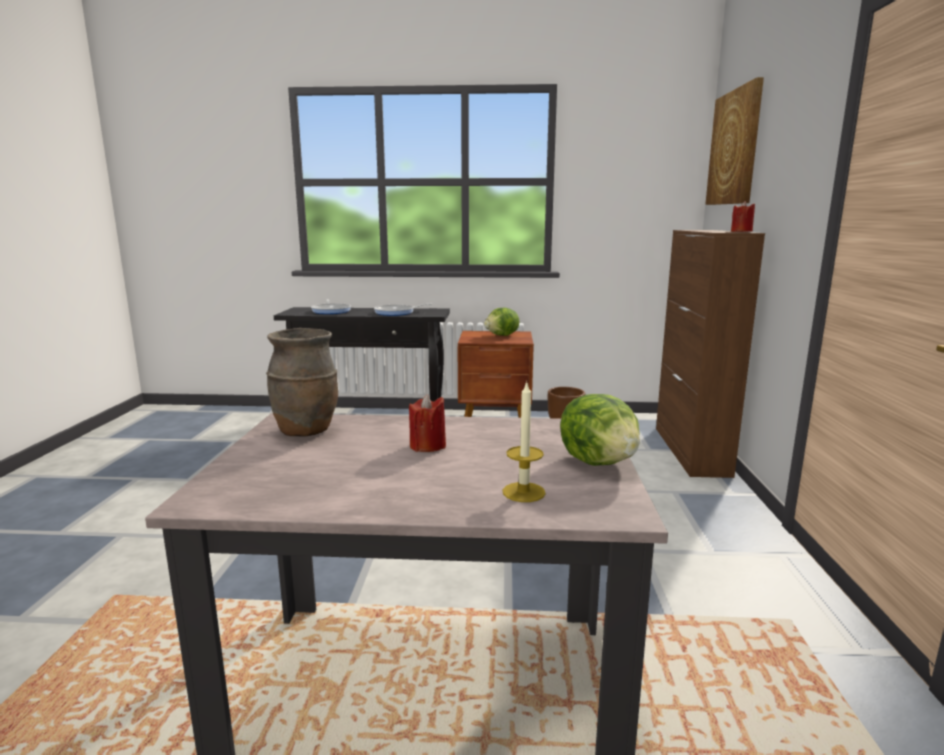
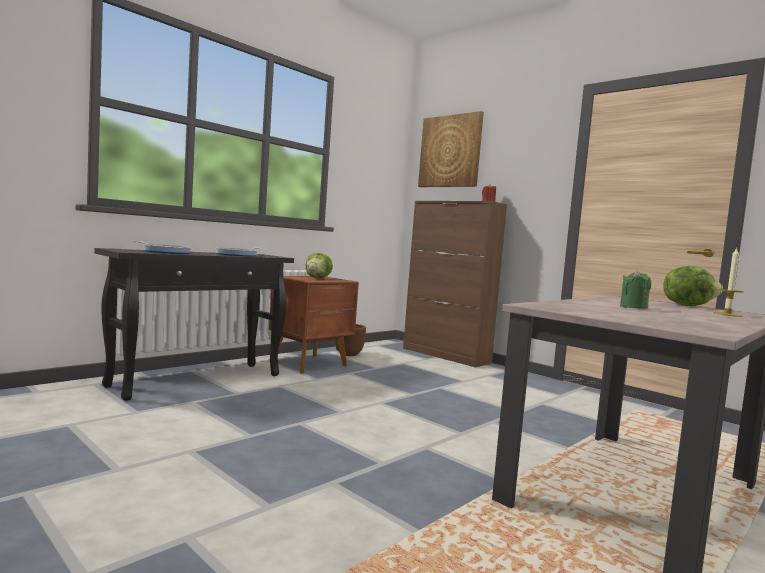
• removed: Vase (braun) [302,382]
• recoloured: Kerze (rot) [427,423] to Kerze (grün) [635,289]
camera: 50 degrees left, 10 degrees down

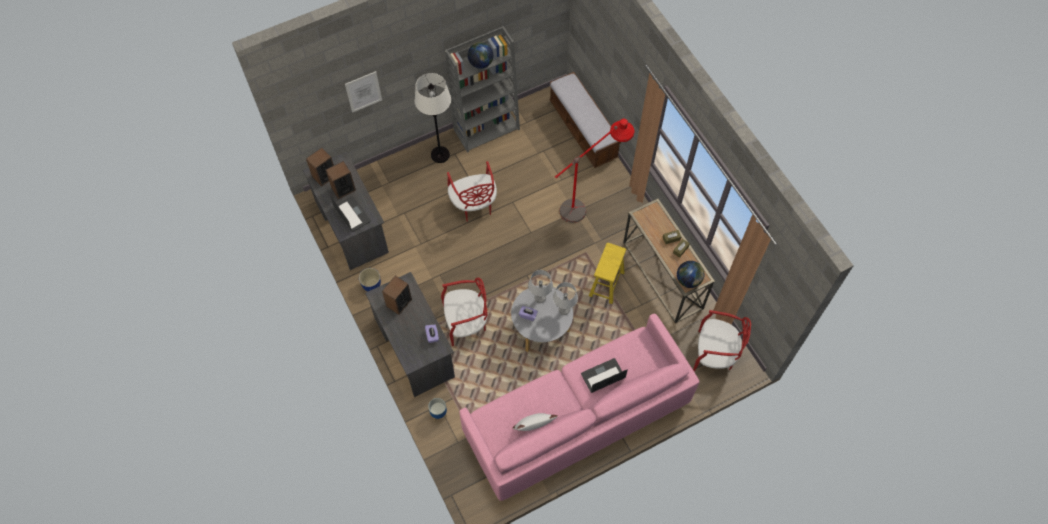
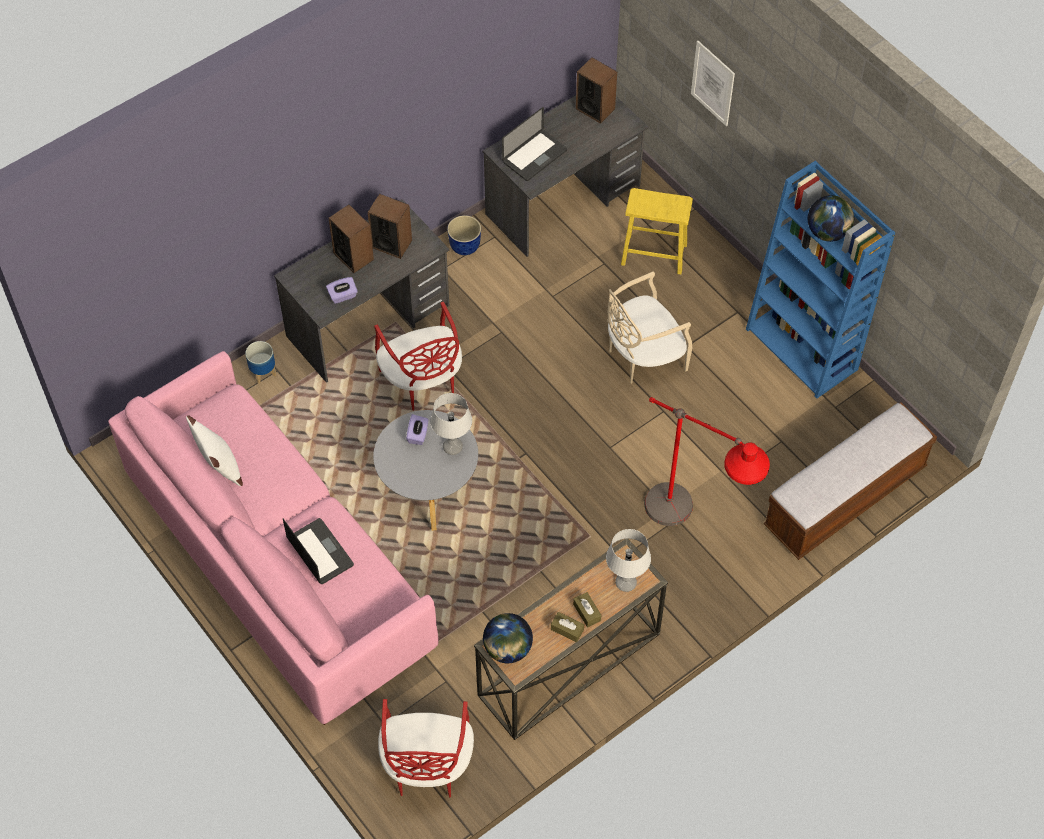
• moved: Lautsprecher [341,180] to [351,239]
• removed: Stehlampe (weiß) [433,118]
• recoloured: Bücherregal (grau) [482,89] to Bücherregal (blau) [820,279]
• recoloured: Stuhl (rot) [472,191] to Stuhl (beige) [650,327]
• moved: Tischlampe (grau) [565,298] to [628,560]
• moved: Hocker (gelb) [607,273] to [657,231]
camera: 80 degrees right, 5 degrees down

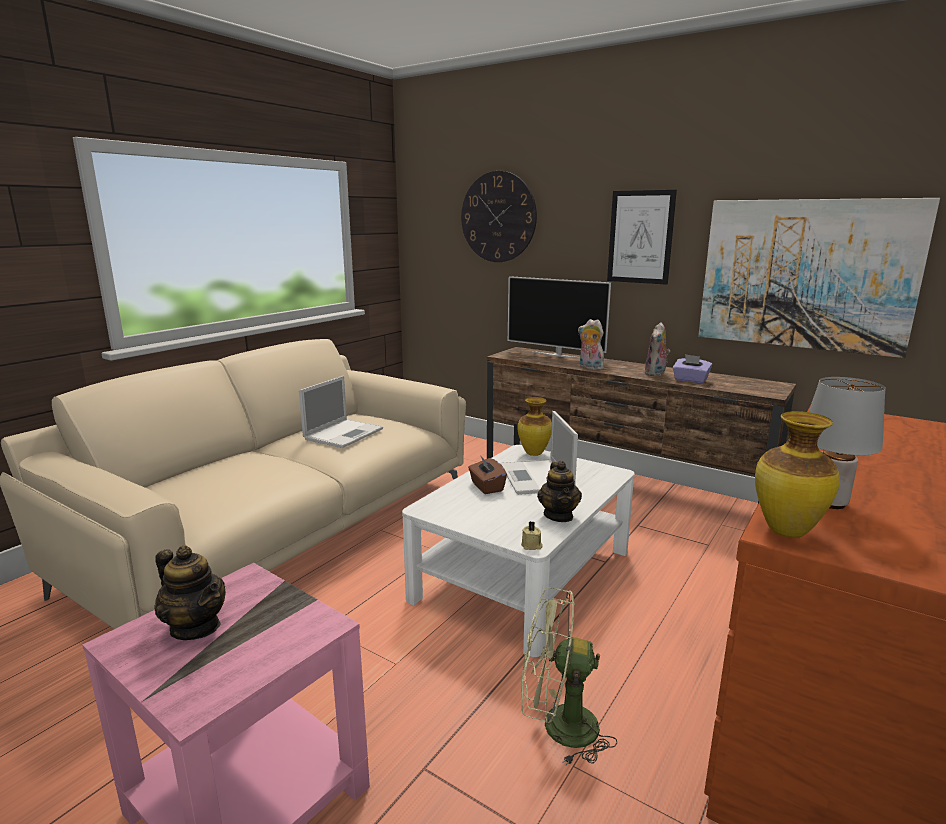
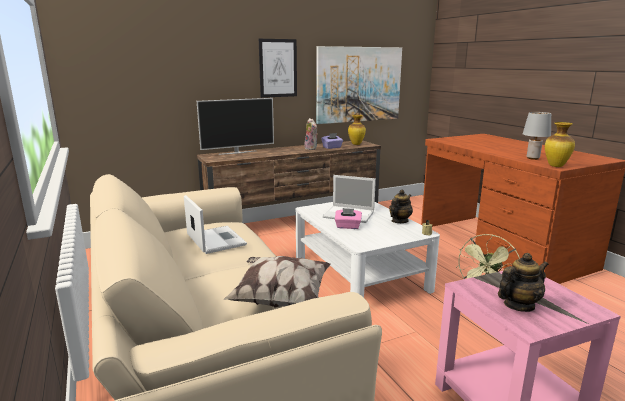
• removed: Wanduhr [499,216]
• recoloured: Taschentuchbox (braun) [487,475] to Taschentuchbox (rosa) [348,218]
• moved: Vase [535,426] to [357,130]
• turned: Teekanne [559,491] = [401,206] 75 degrees counterclockwise
• removed: Plüschtier [591,344]
• added: Kissen [277,282]
camera: 60 degrees left, 0 degrees up

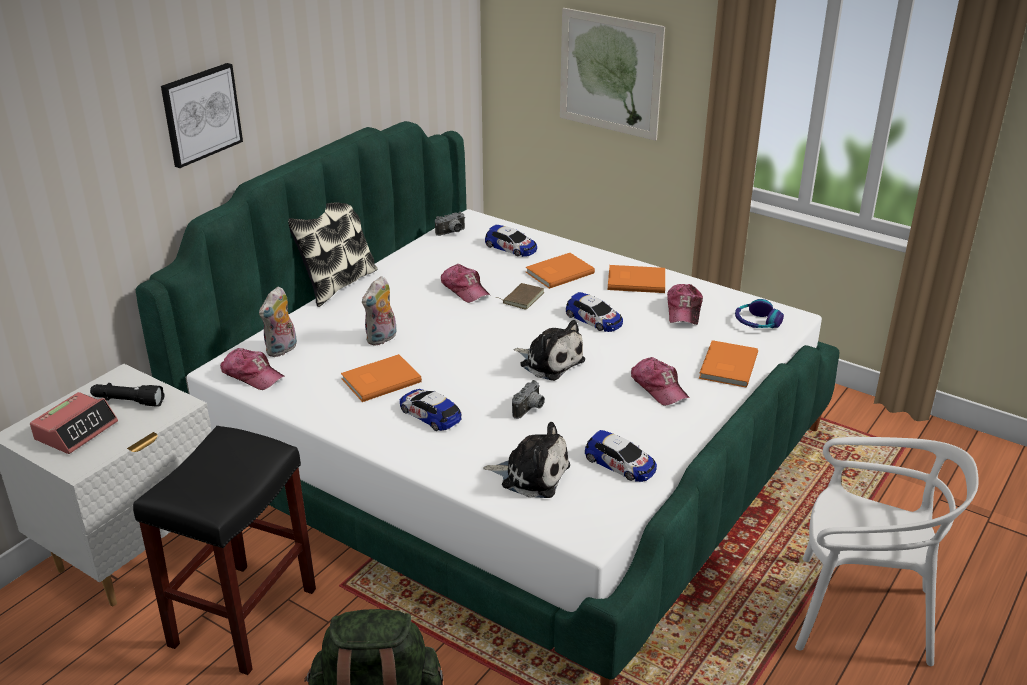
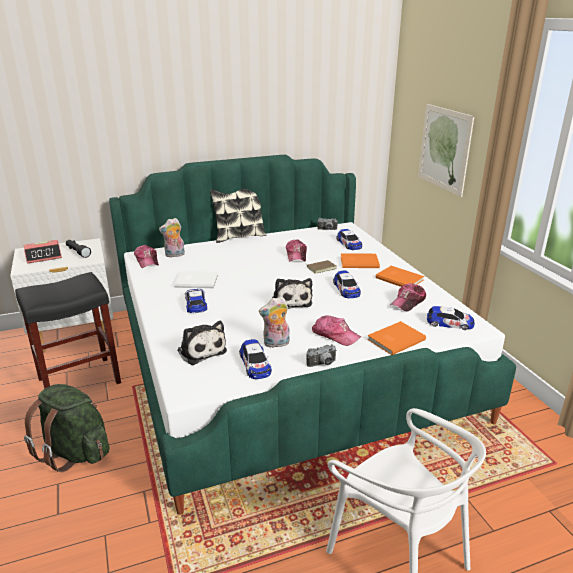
• removed: Bild [202,115]
• recoloured: Buch (orange) [381,378] to Buch (weiß) [196,280]
• moved: Plüschtier [379,311] to [274,322]
• moved: Kamera [528,399] to [321,355]
• turned: Kappe [660,381] = [336,330] 60 degrees counterclockwise
• replaced: Kopfhörer [759,313] to Spielzeugauto [451,318]
camera: 35 degrees right, 5 degrees down

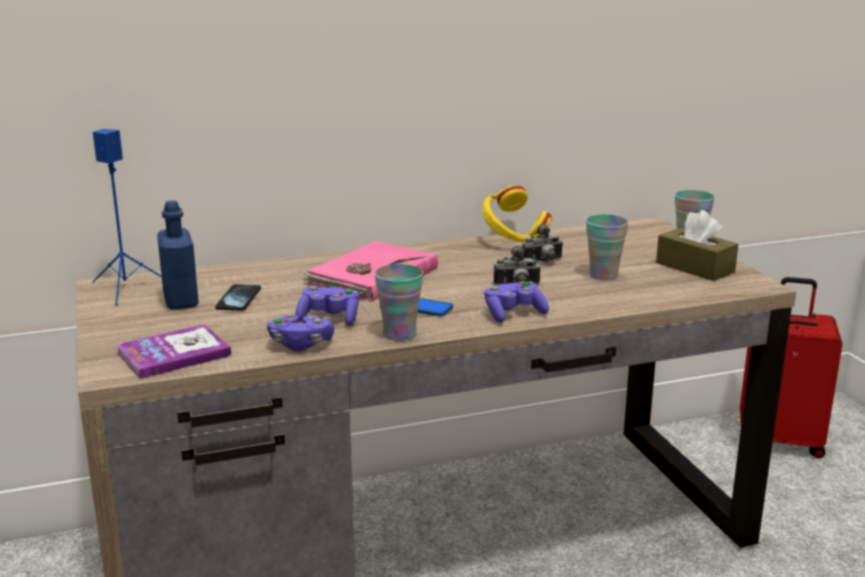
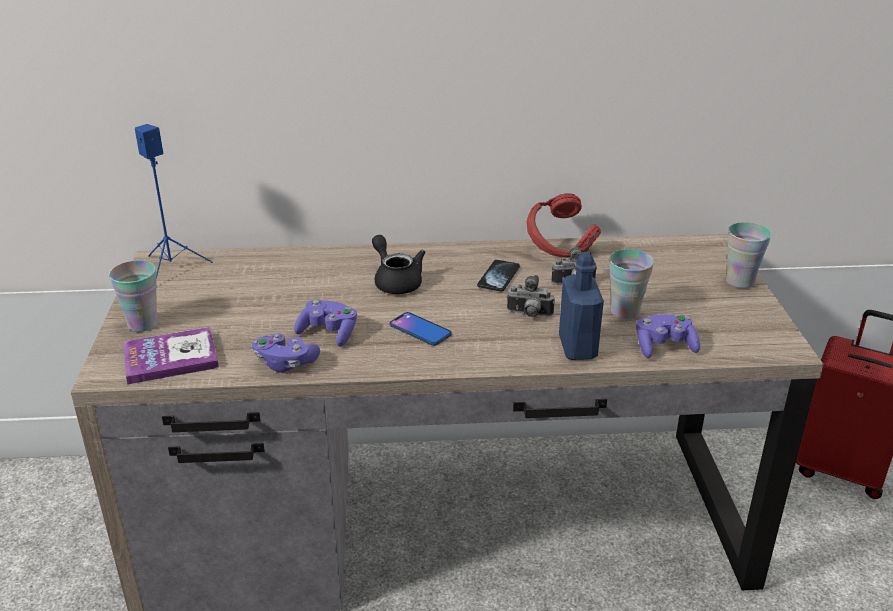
• moved: Flasche (blau) [178,254] to [581,306]
• moved: Handy [238,297] to [498,276]
• replaced: Buch (rosa) [370,271] to Teekanne (schwarz) [398,264]
• moved: Tasse [399,302] to [133,296]
• recoloured: Kopfhörer (gelb) [517,213] to Kopfhörer (rot) [563,225]
• moved: Gamepad (lila) [516,302] to [668,336]
• removed: Taschentuchbox (braun) [697,245]
camera: 15 degrees right, 10 degrees up

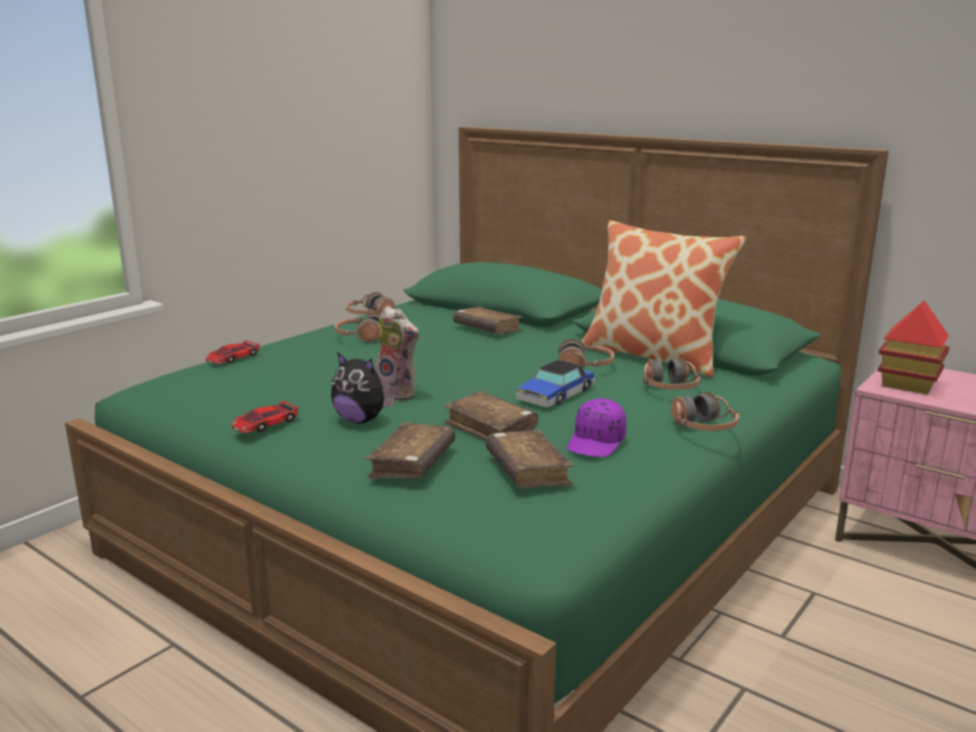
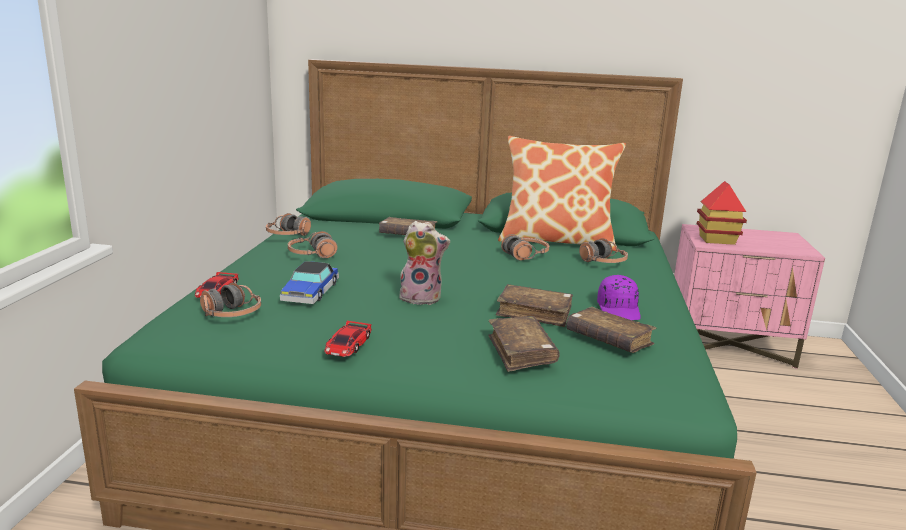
• removed: Plüschtier [362,387]
• moved: Spielzeugauto [555,383] to [309,282]
• moved: Kopfhörer [705,411] to [230,300]
camera: 30 degrees left, 0 degrees up

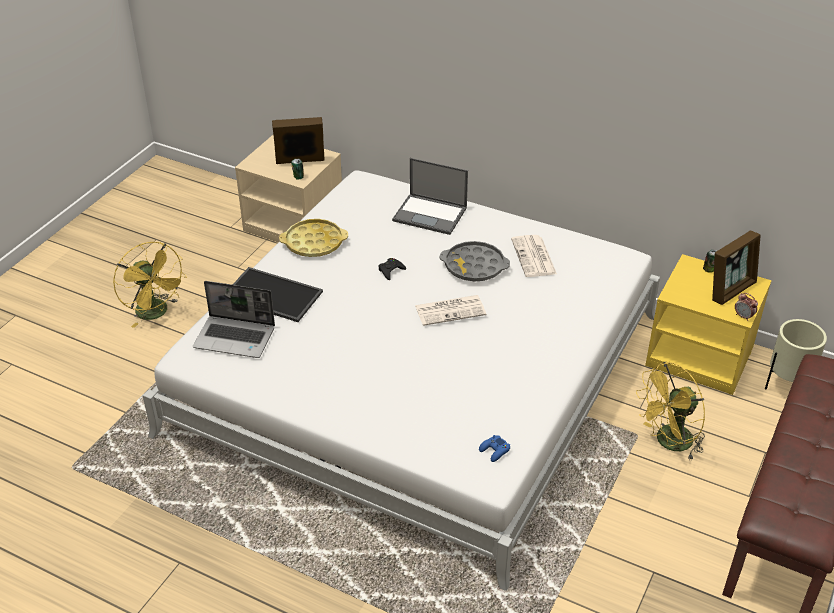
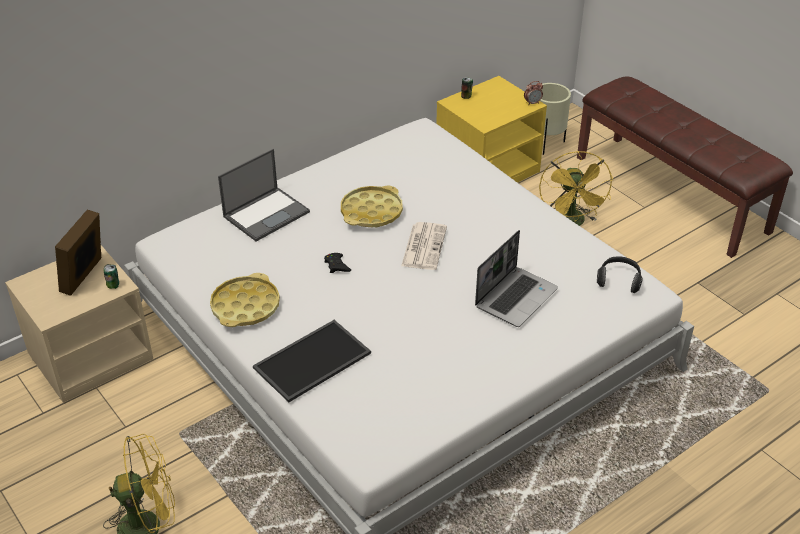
• moved: Laptop [234,319] to [516,278]
• recoloured: Tablett (grau) [475,261] to Tablett (gelb) [372,206]
• replaced: Gamepad (blau) [494,448] to Kopfhörer [620,274]
• removed: Zeitung [534,256]
• removed: Bilderrahmen [736,268]
camera: 65 degrees left, 0 degrees up

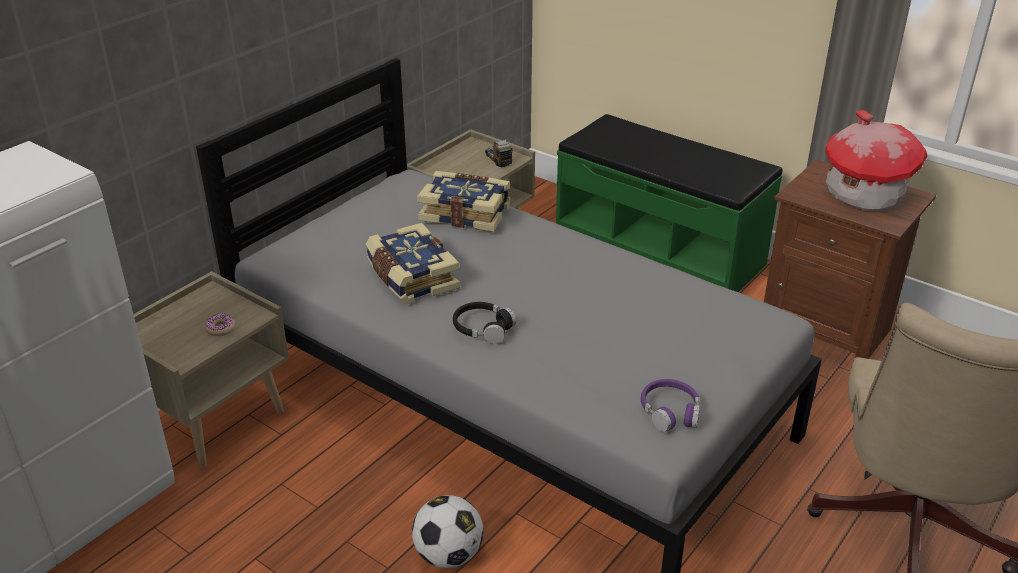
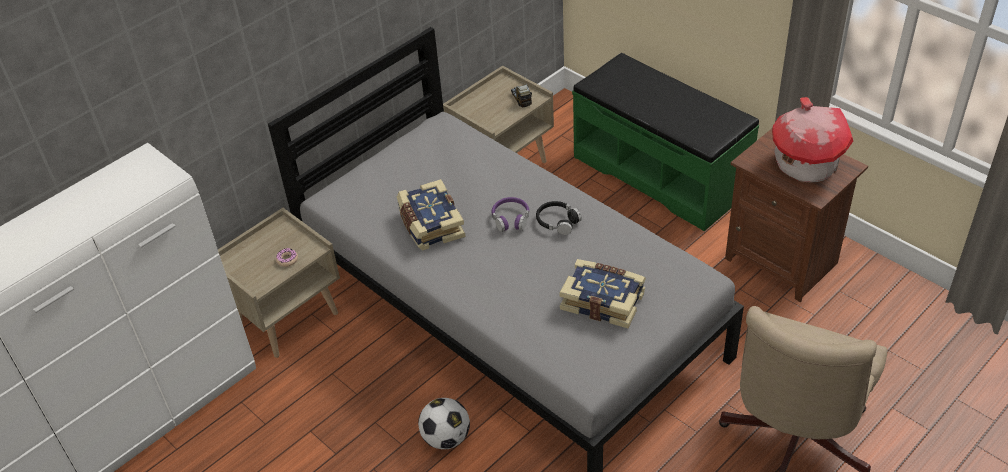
• moved: Buch [463,201] to [602,293]
• moved: Kopfhörer (schwarz) [484,323] to [559,218]
• moved: Kopfhörer (lila) [670,405] to [510,214]
camera: 10 degrees right, 10 degrees up

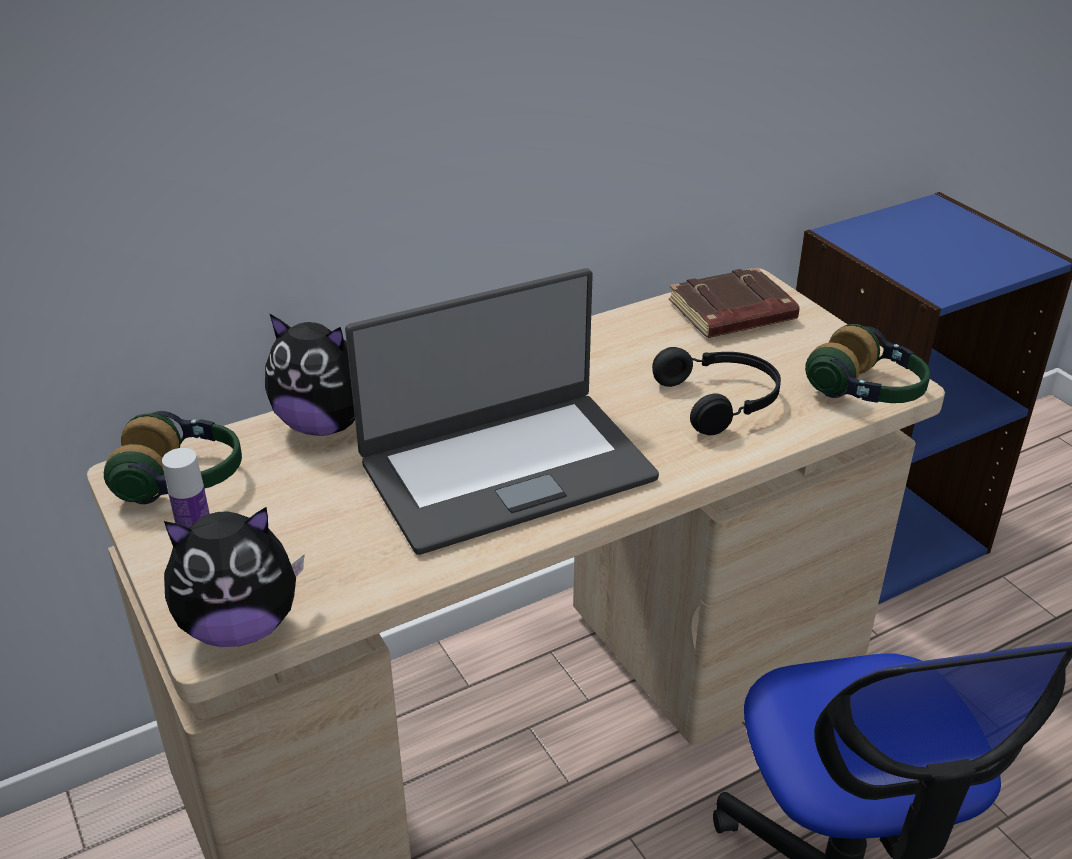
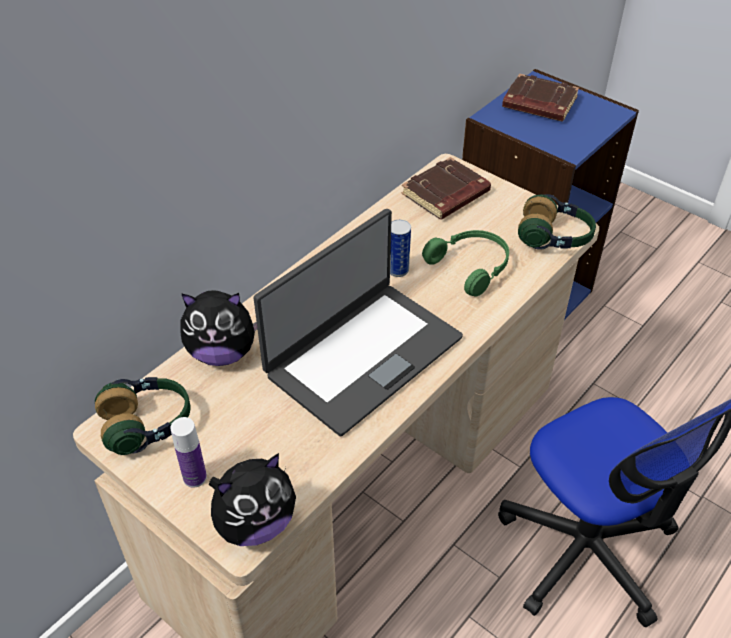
• recoloured: Kopfhörer (schwarz) [716,391] to Kopfhörer (grün) [465,263]
• added: Dose [400,248]
• added: Buch (braun) [540,98]
camera: 20 degrees left, 10 degrees up

